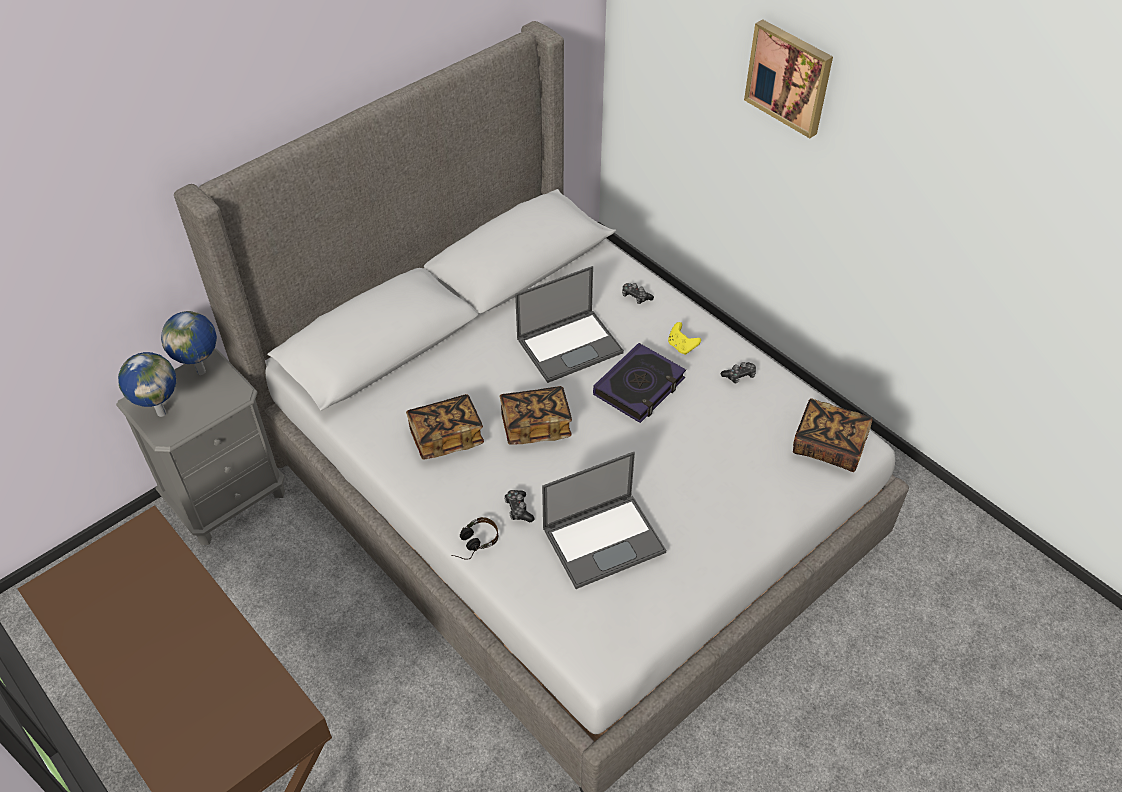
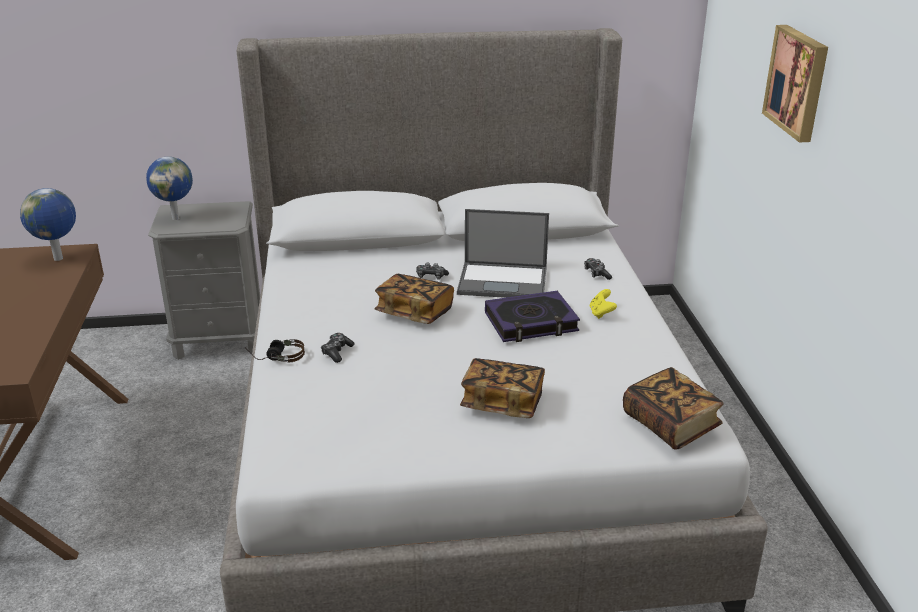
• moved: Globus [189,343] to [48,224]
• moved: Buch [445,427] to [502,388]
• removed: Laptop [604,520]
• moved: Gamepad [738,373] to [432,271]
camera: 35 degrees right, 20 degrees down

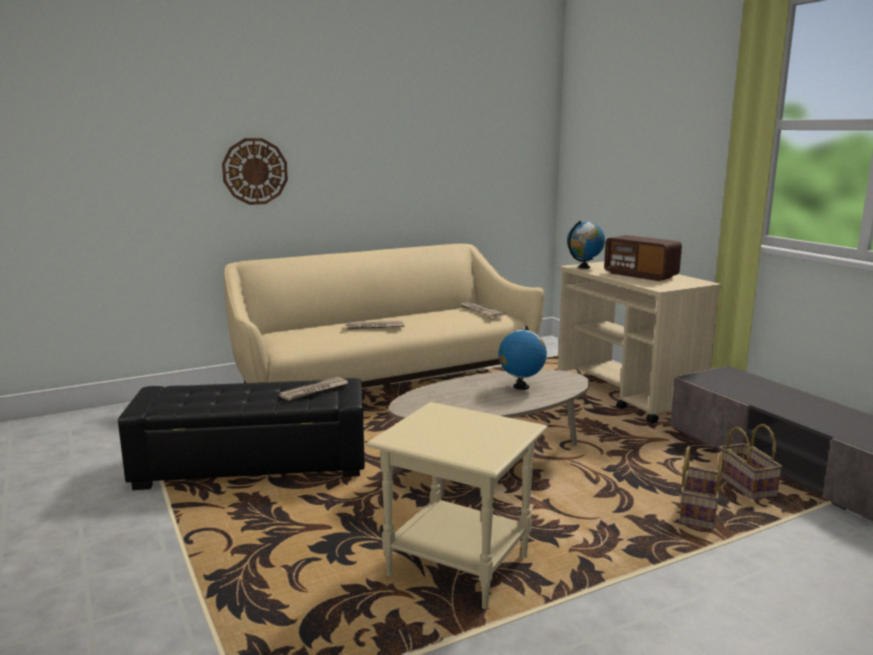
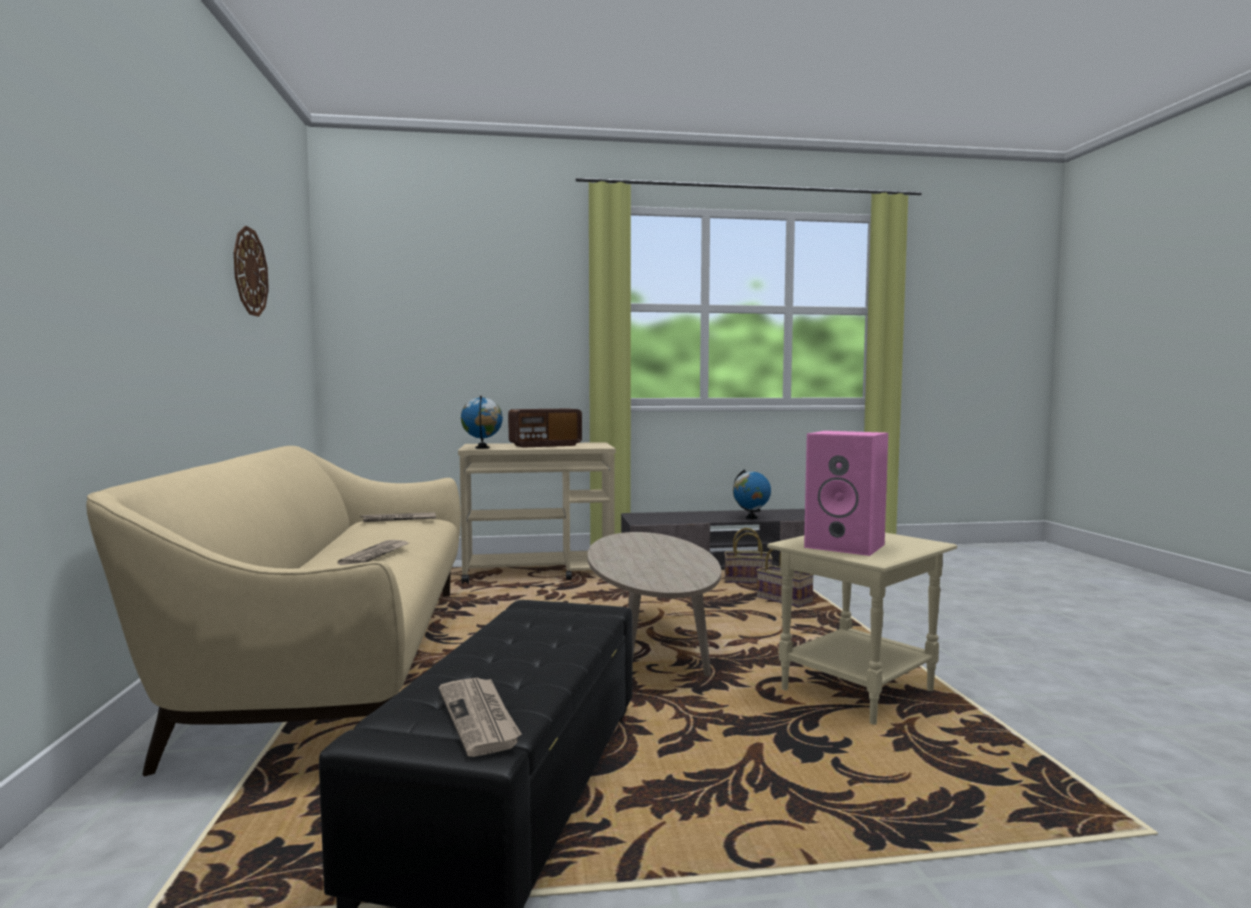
• moved: Wanduhr [255,171] to [251,271]
• moved: Zeitung [313,389] to [480,717]
• moved: Globus [522,358] to [752,494]
• added: Lautsprecher (rosa) [846,493]
camera: 70 degrees left, 10 degrees down

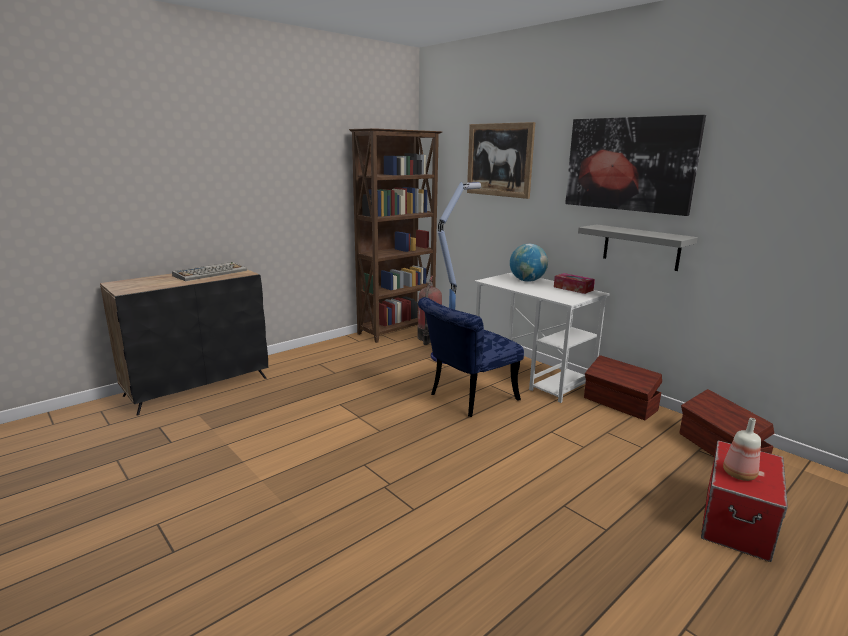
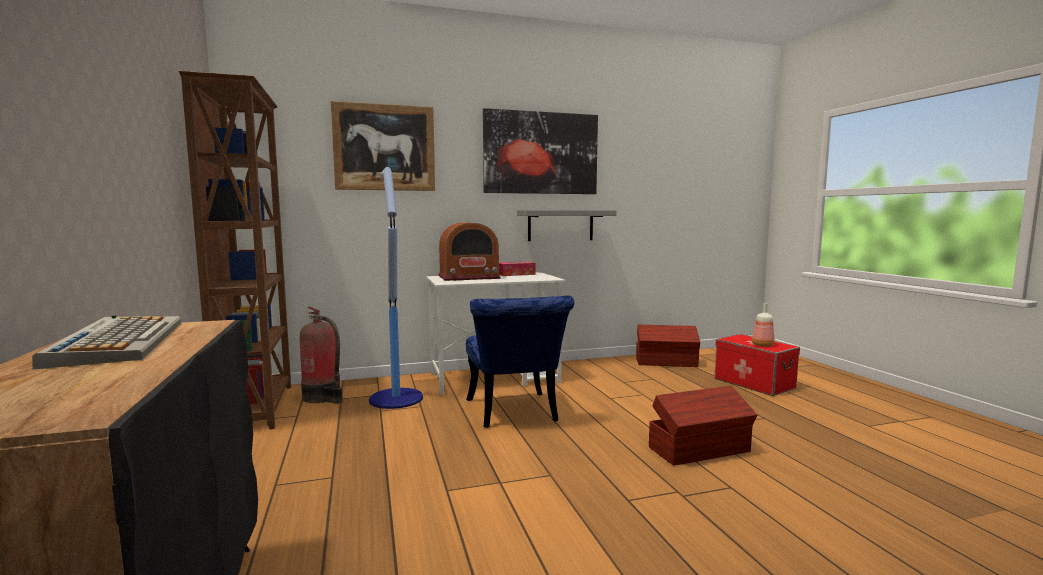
• replaced: Globus [529,263] to Radio [469,252]
• moved: Aufbewahrungsbox (braun) [623,387] to [703,426]
camera: 65 degrees left, 10 degrees down

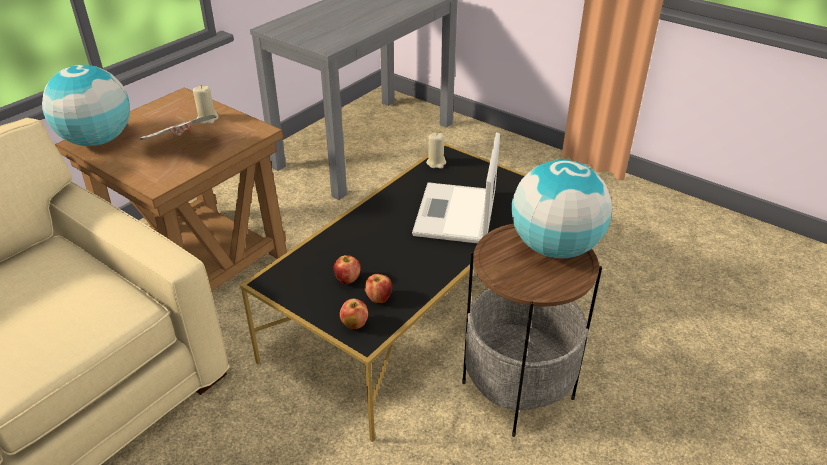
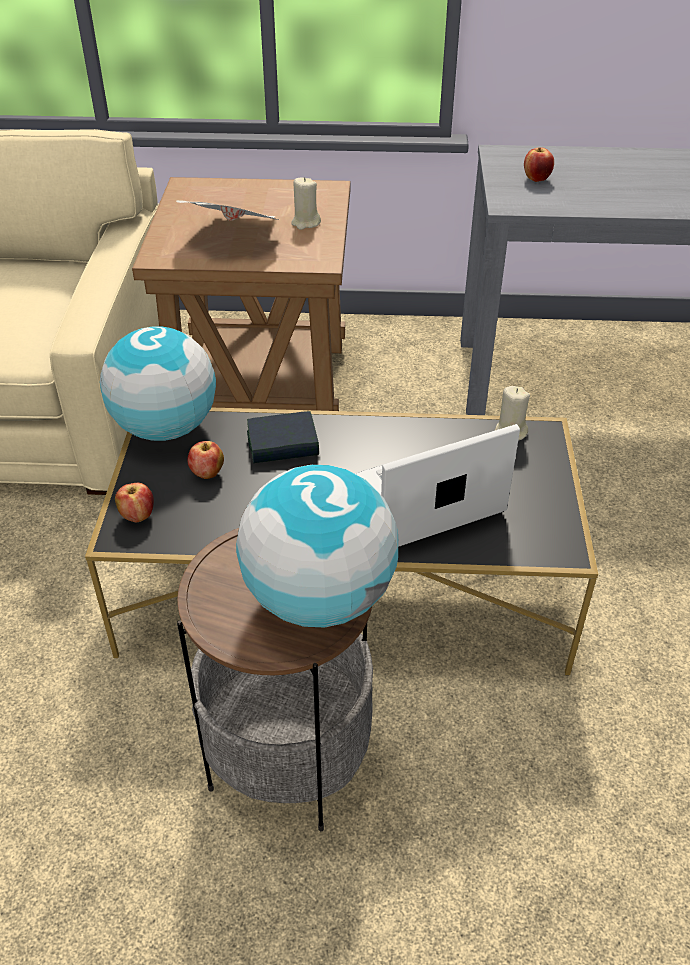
• moved: Globus [86,105] to [158,384]
• moved: Apfel [378,288] to [539,164]
• added: Buch [283,437]
camera: 55 degrees right, 5 degrees up

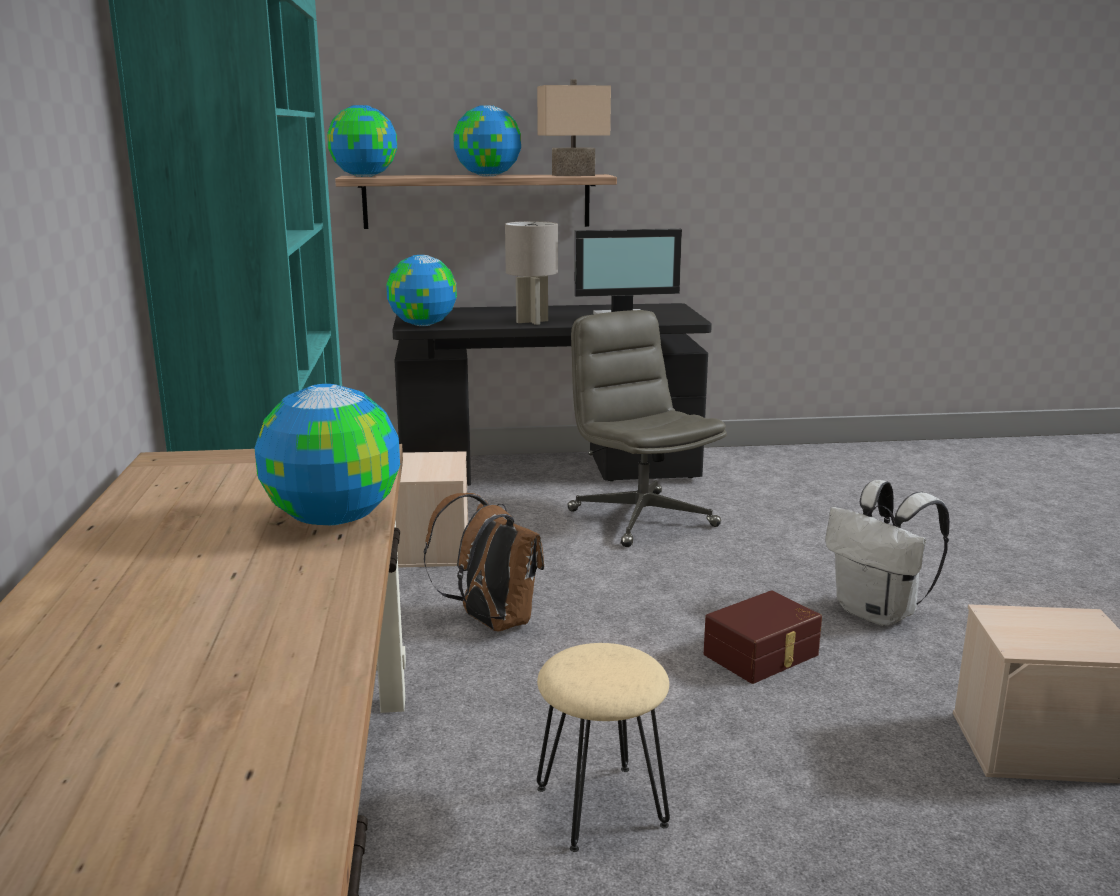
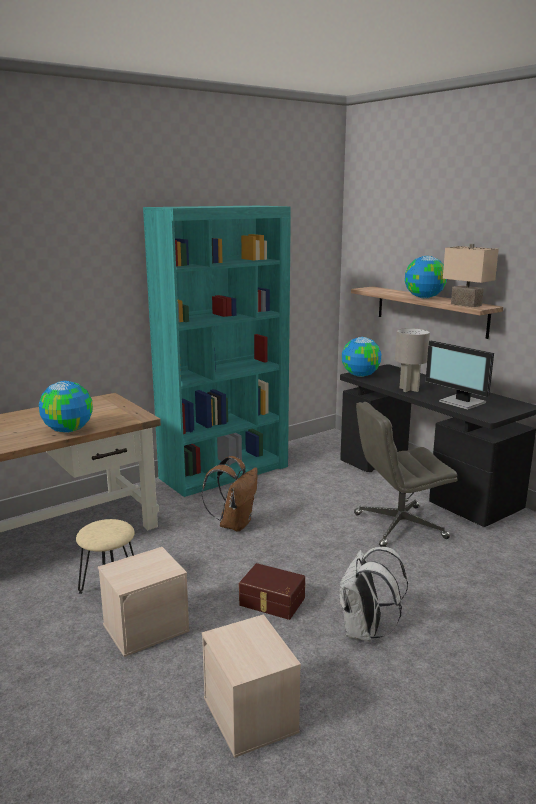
• removed: Globus [362,141]
• moved: Aufbewahrungsbox (beige) [432,509] to [144,602]
• turned: Bürostuhl (grau) [647,428] = [406,474] 135 degrees counterclockwise
camera: 60 degrees right, 0 degrees up

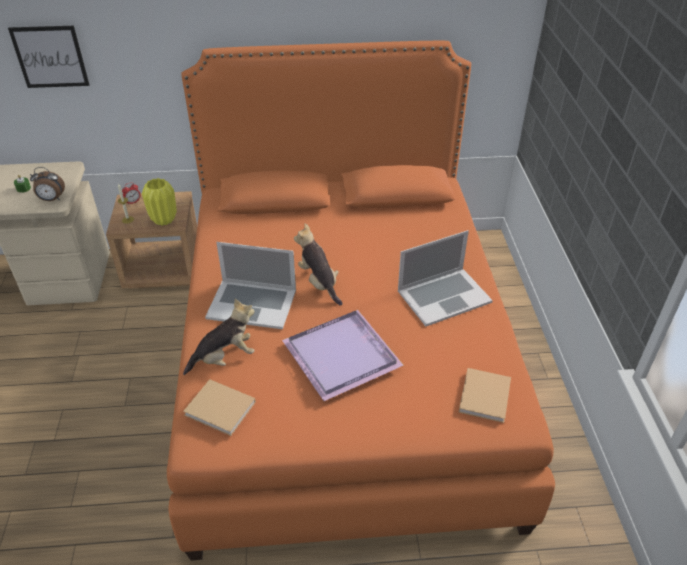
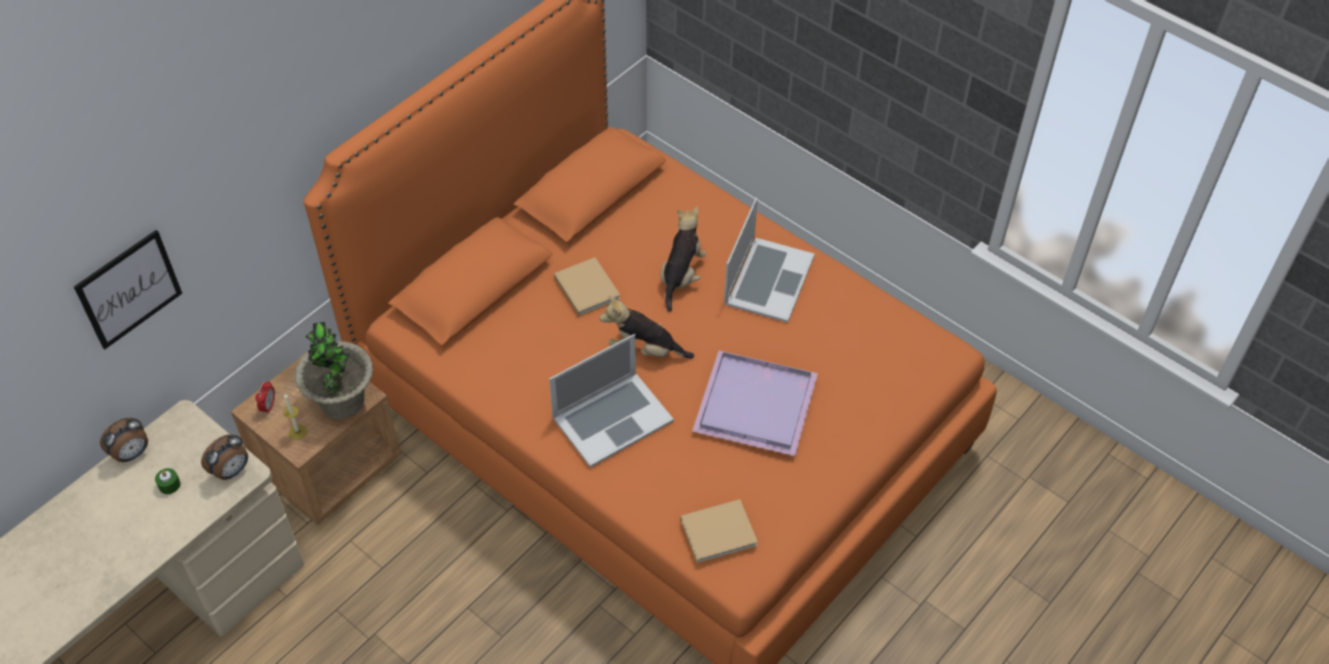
• replaced: Vase (gelb) [159,202] to Topfpflanze [334,370]
• moved: Plüschtier [219,336] to [683,259]
• moved: Buch (beige) [485,395] to [587,286]
• added: Wecker [124,440]
camera: 45 degrees left, 10 degrees up

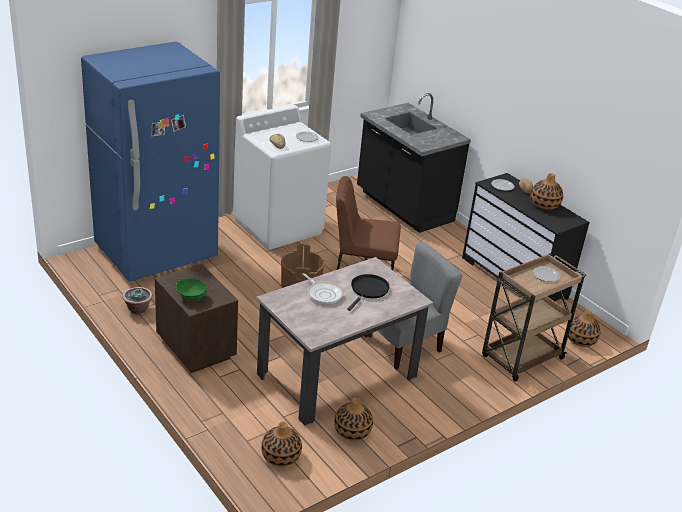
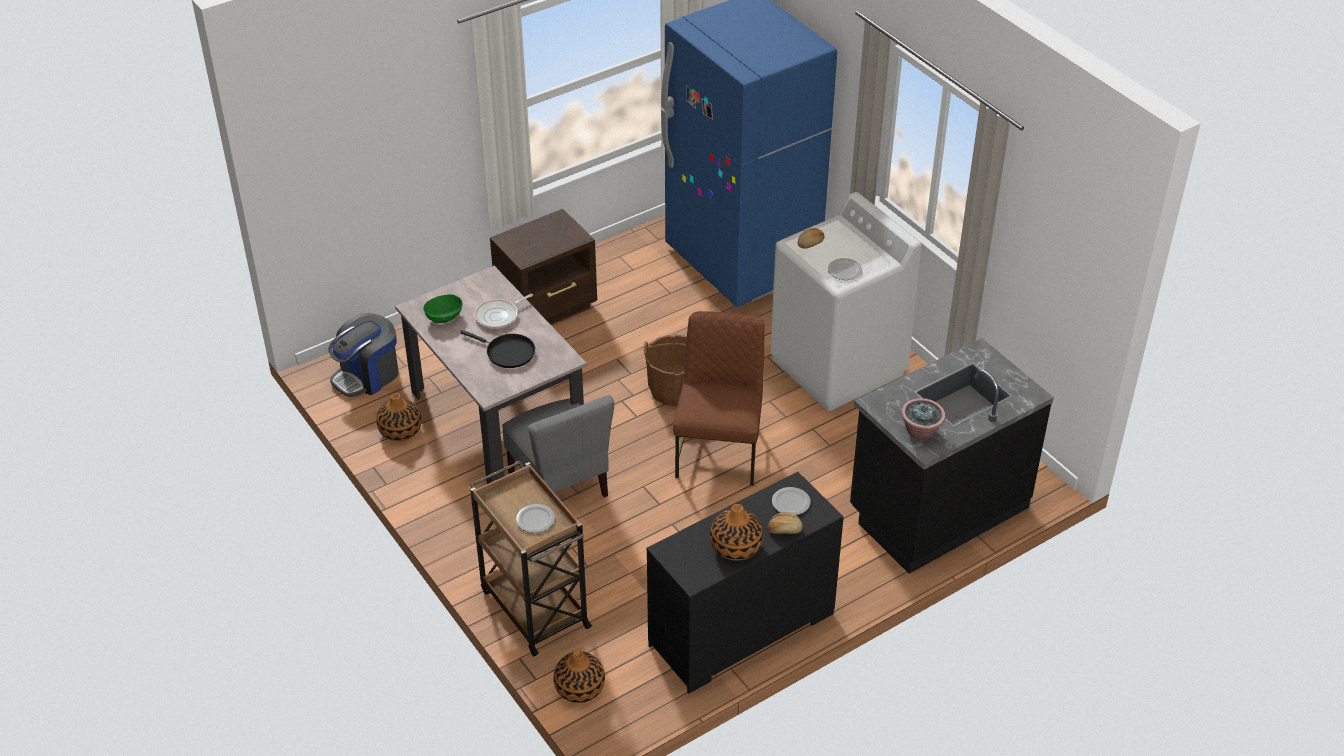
• moved: Topfpflanze [137,300] to [923,419]
• moved: Schüssel (grün) [191,289] to [443,308]
• replaced: Vase [281,444] to Kaffeemaschine [363,355]
camera: 95 degrees right, 10 degrees up

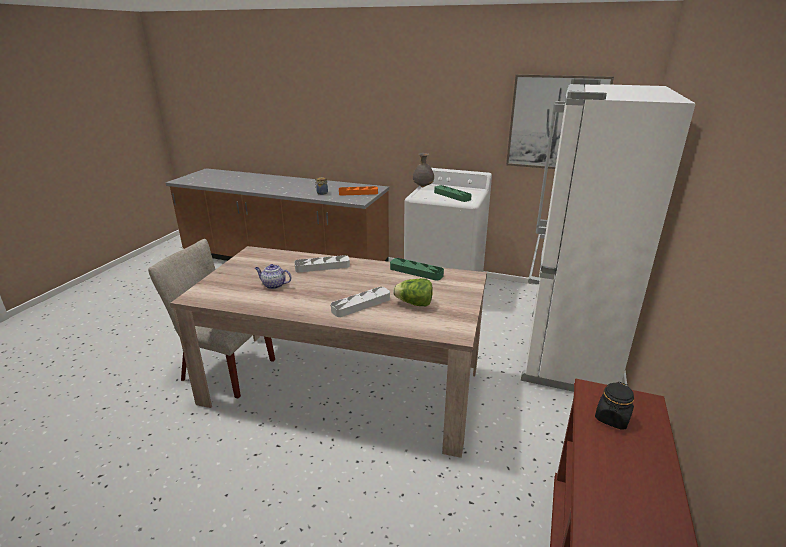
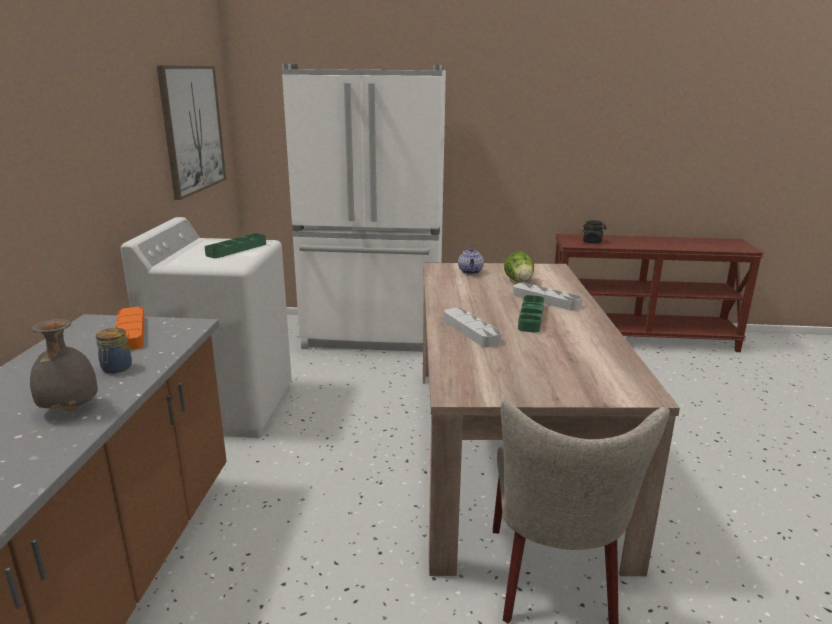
• moved: Teekanne [273,276] to [471,261]
• moved: Tablett (grün) [417,269] to [531,314]
• moved: Vase (grau) [423,170] to [64,365]
camera: 105 degrees left, 5 degrees down

